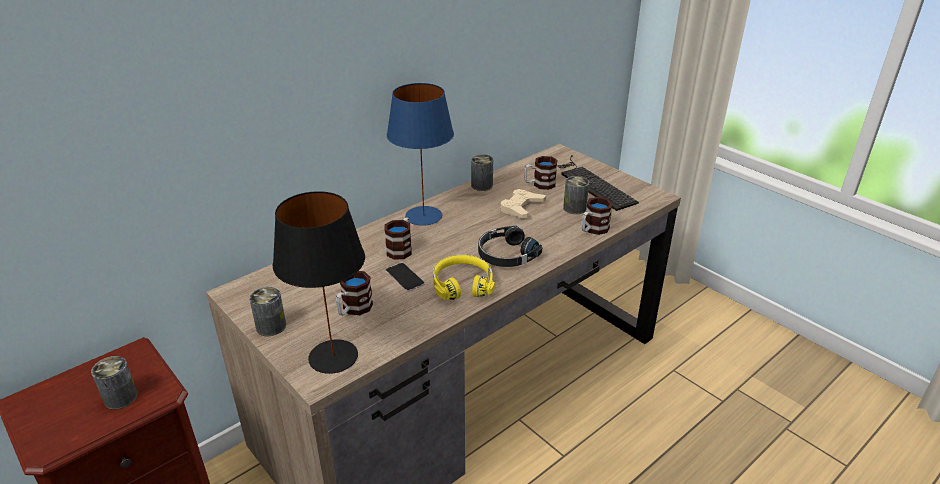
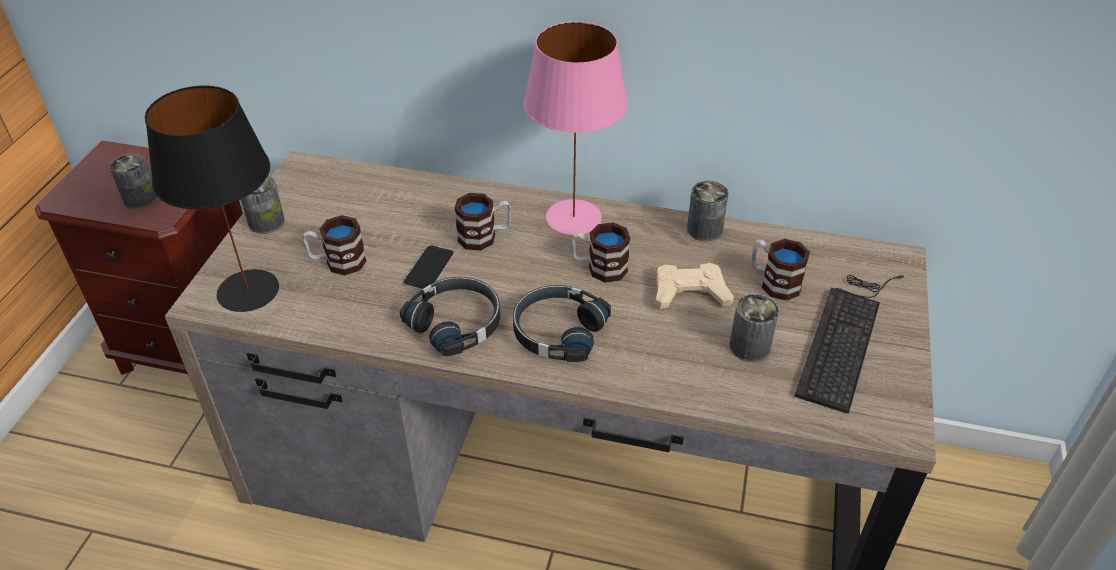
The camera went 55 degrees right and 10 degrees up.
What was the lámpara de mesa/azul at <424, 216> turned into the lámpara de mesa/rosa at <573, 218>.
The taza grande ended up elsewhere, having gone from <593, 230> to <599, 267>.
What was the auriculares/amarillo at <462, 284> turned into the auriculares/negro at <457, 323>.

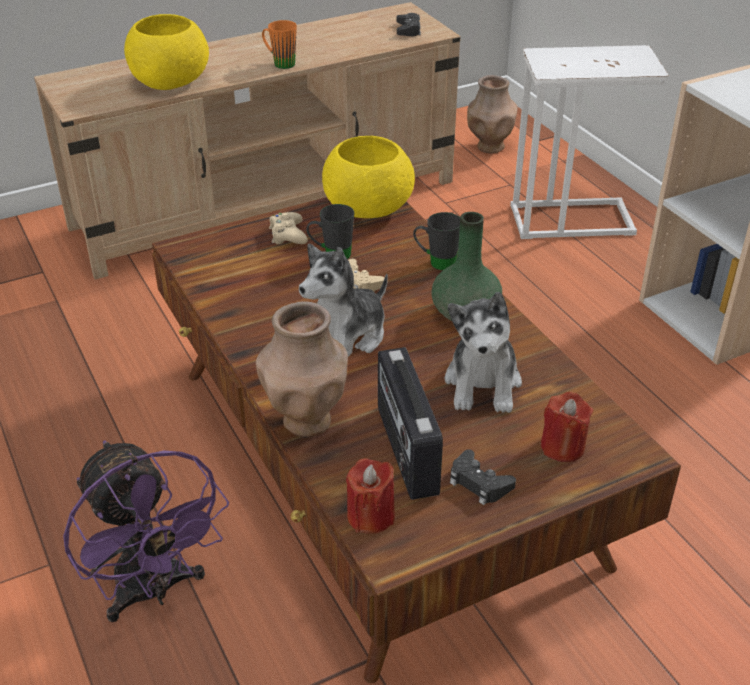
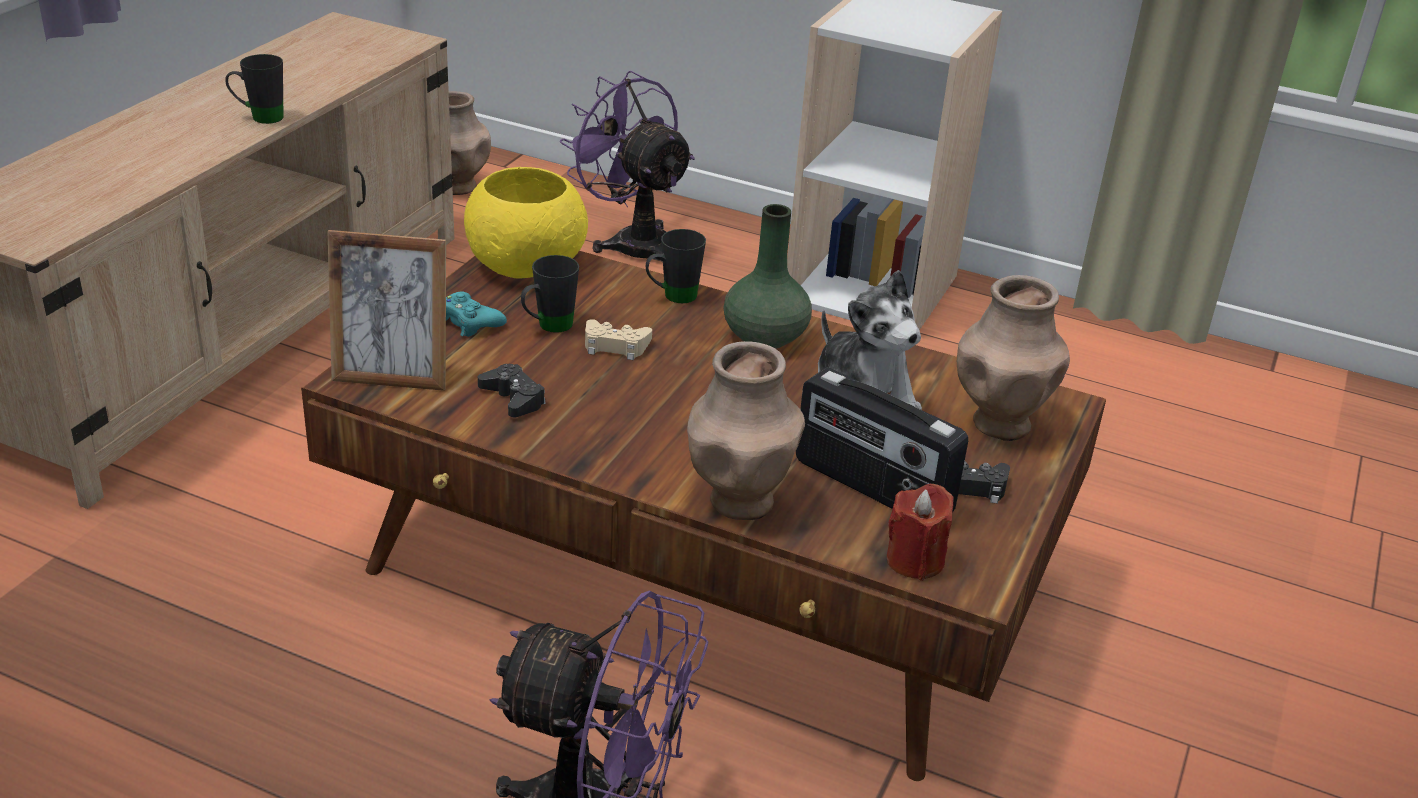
The camera went 40 degrees left and 5 degrees down.
The mando de consola/negro ended up elsewhere, having gone from <408, 30> to <513, 398>.
The second view lost the cuenco/amarillo at <171, 81>.
What was the taza grande/naranja at <280, 63> turned into the taza grande/negro at <259, 117>.
Where the mesa auxiliar/blanco stood at <571, 220>, the ventilador/morado came to stand at <632, 242>.
What was the mando de consola/beis at <287, 235> turned into the mando de consola/turquesa at <468, 322>.
The second view lost the peluche at <346, 337>.
Where the vela/rojo stood at <562, 447>, the florero/marrón came to stand at <999, 423>.
The second view gained the portarretratos at <392, 377>.

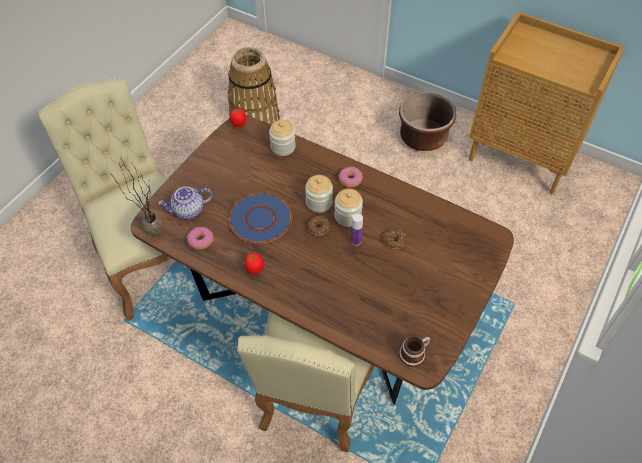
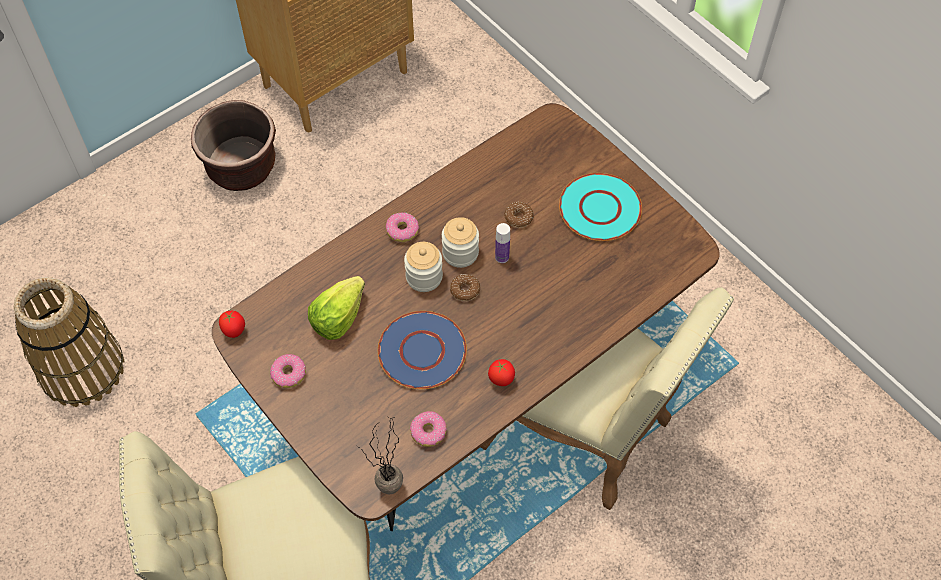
The camera went 70 degrees left and 5 degrees up.
The second view lost the tarro at <283, 147>.
The second view lost the tetera at <188, 211>.
The second view lost the taza grande at <414, 354>.
The second view gained the plato/turquesa at <600, 209>.
The second view gained the lechuga at <338, 318>.
The second view gained the rosquilla at <288, 374>.

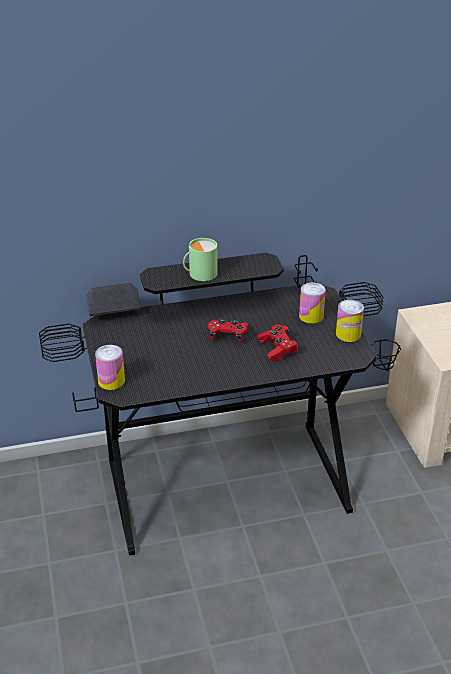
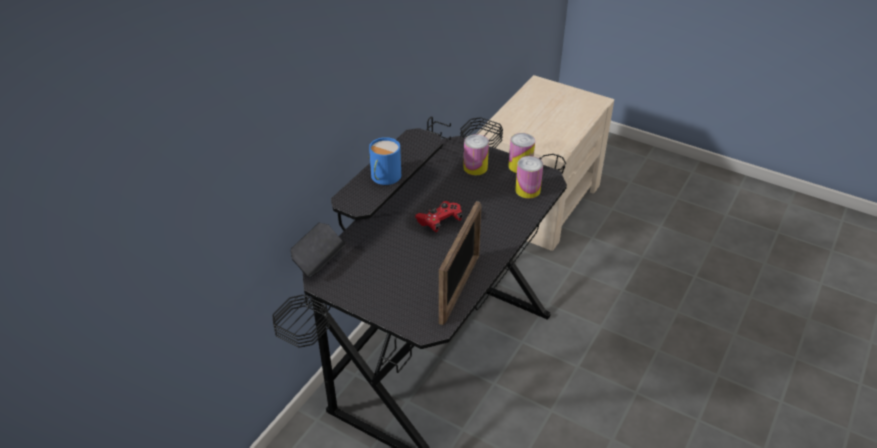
The camera went 45 degrees left and 5 degrees up.
What was the taza grande/verde at <200, 273> turned into the taza grande/azul at <383, 177>.
The second view lost the mando de consola/rojo at <277, 349>.
The lata ended up elsewhere, having gone from <111, 381> to <527, 190>.
The second view gained the portarretratos at <460, 288>.

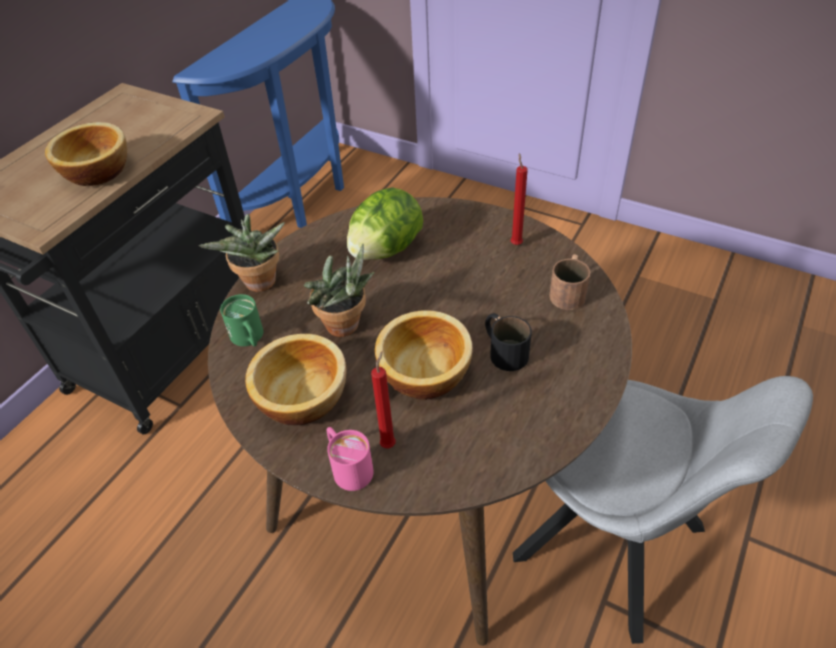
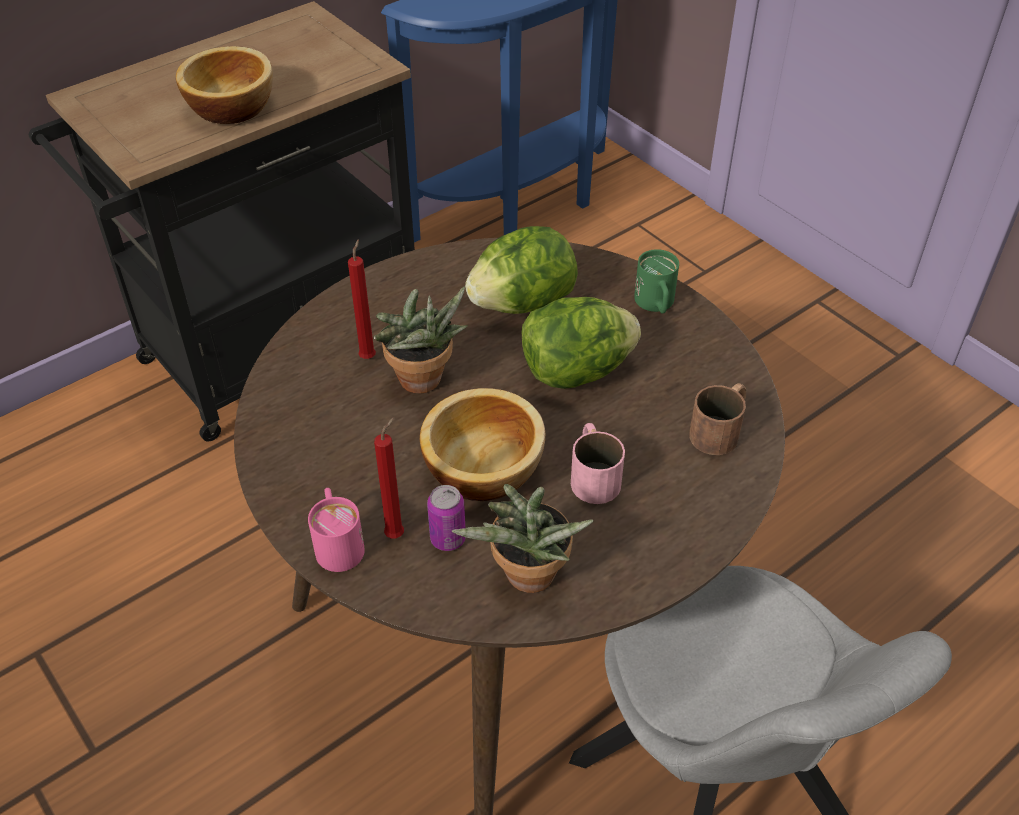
The camera went 20 degrees right and 0 degrees up.
The vela/rojo ended up elsewhere, having gone from <516, 243> to <368, 356>.
The planta en maceta ended up elsewhere, having gone from <259, 285> to <527, 580>.
The taza grande/verde ended up elsewhere, having gone from <249, 339> to <656, 305>.
What was the taza grande/negro at <503, 350> turned into the taza grande/rosa at <593, 474>.
The second view lost the cuenco at <302, 396>.
The second view gained the lechuga at <576, 371>.
The second view gained the lata at <448, 539>.

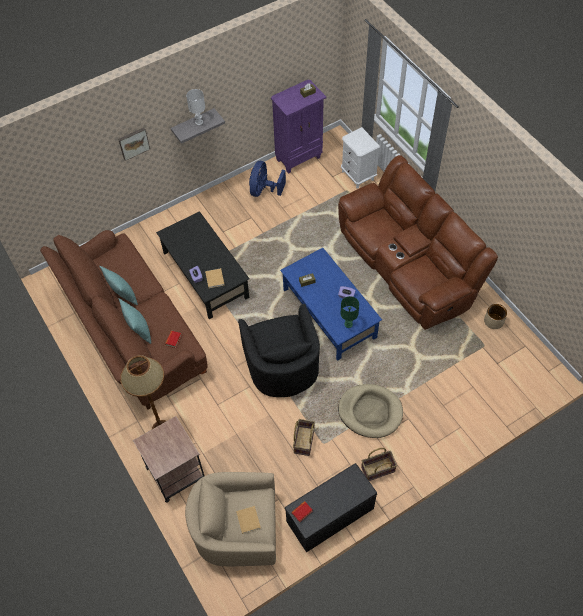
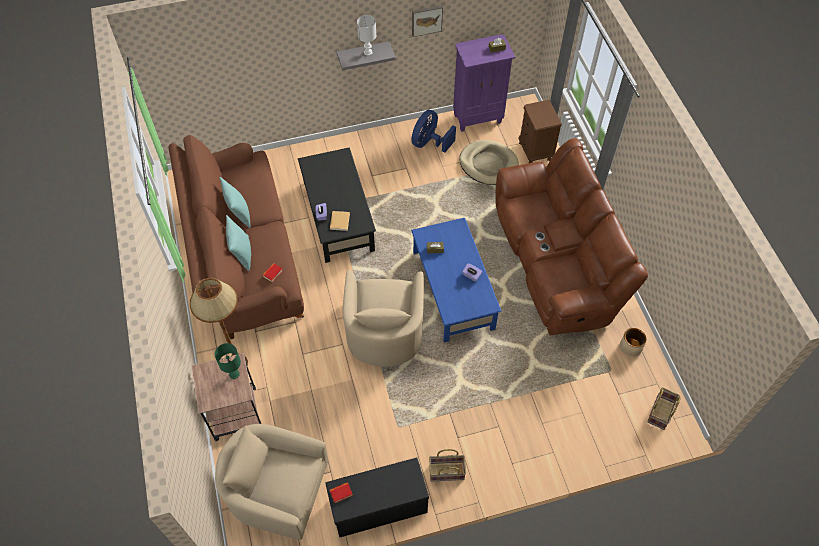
The camera went 15 degrees right and 0 degrees up.
What was the mesita de noche/blanco at <358, 175> turned into the mesita de noche/marrón at <535, 151>.
The cuadro ended up elsewhere, having gone from <133, 143> to <426, 20>.
The lámpara de mesa/verde ended up elsewhere, having gone from <348, 324> to <234, 374>.
What was the sillón/negro at <282, 364> turned into the sillón/beis at <384, 330>.
The cama para perro/beis ended up elsewhere, having gone from <370, 412> to <488, 164>.
The cesta ended up elsewhere, having gone from <303, 441> to <660, 412>.
The second view lost the libro/beis at <248, 519>.

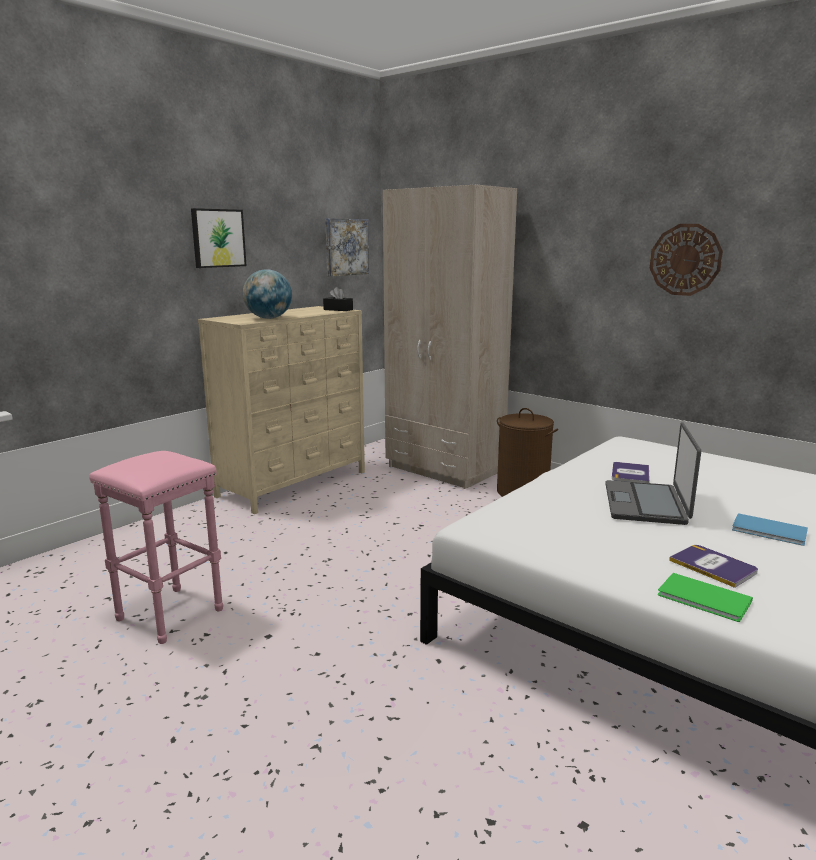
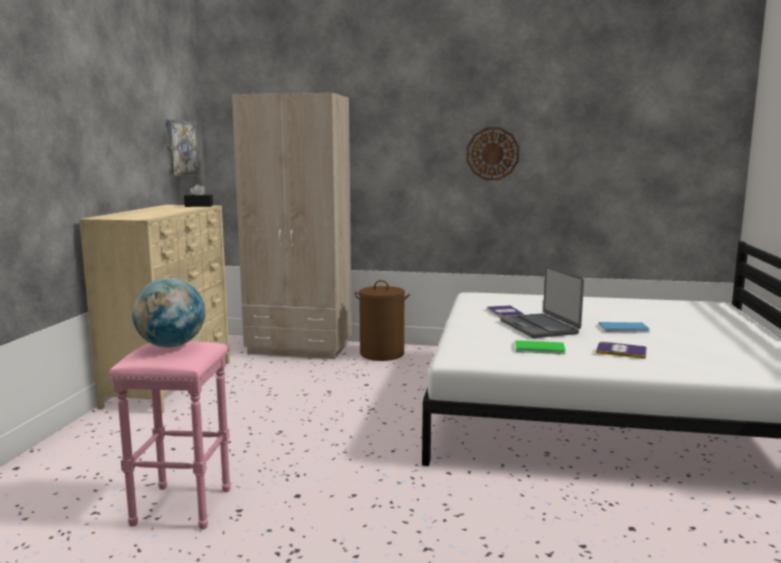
The camera went 30 degrees left and 5 degrees down.
The second view lost the cuadro at <218, 238>.
The globo terráqueo ended up elsewhere, having gone from <268, 318> to <171, 346>.
The libro/verde ended up elsewhere, having gone from <705, 599> to <541, 349>.

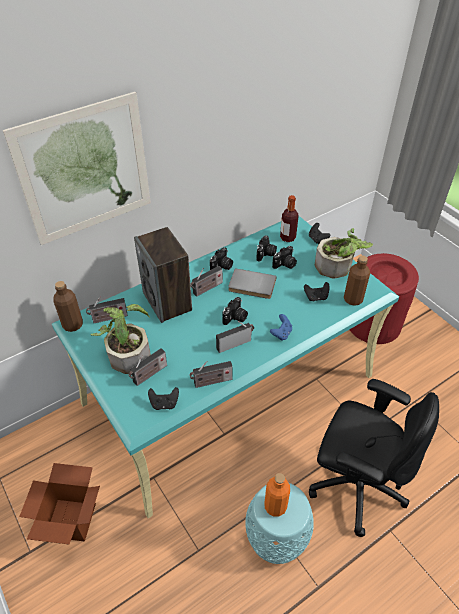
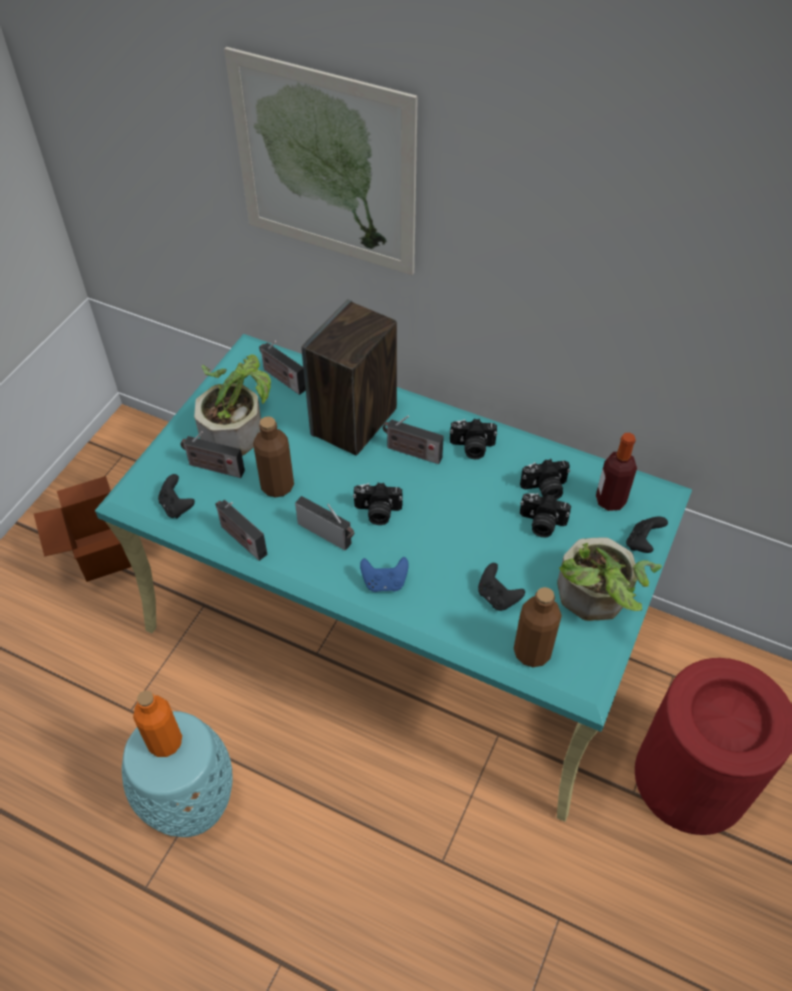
The camera went 60 degrees right and 5 degrees up.
The second view lost the libro/gris at <251, 286>.
The botella/marrón ended up elsewhere, having gone from <73, 325> to <277, 486>.
The second view lost the silla de oficina/negro at <355, 485>.

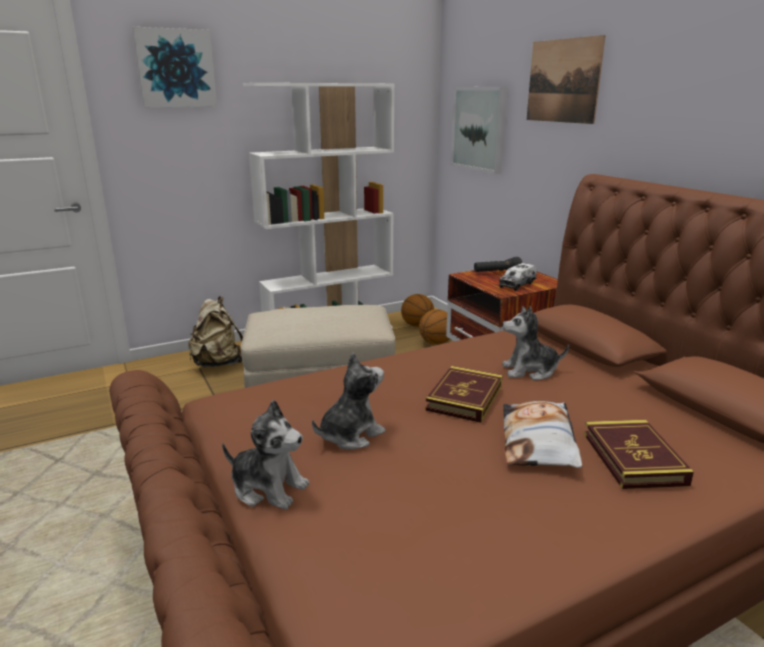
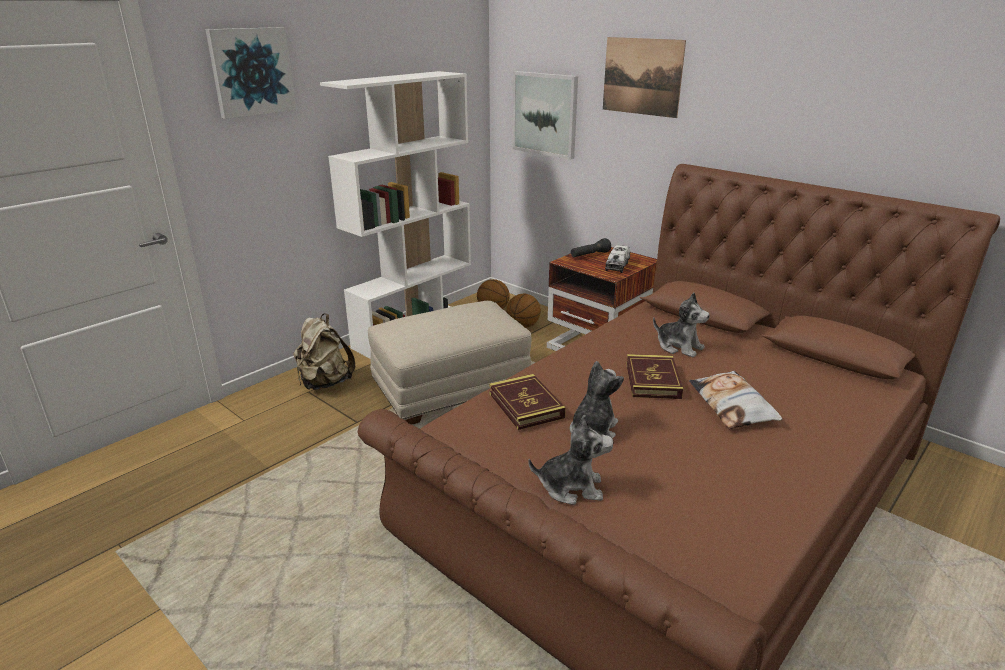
The camera went 20 degrees left and 5 degrees up.
The peluche at <529, 371> ended up facing another way, 120 degrees counterclockwise from before.
The libro ended up elsewhere, having gone from <633, 458> to <526, 405>.

